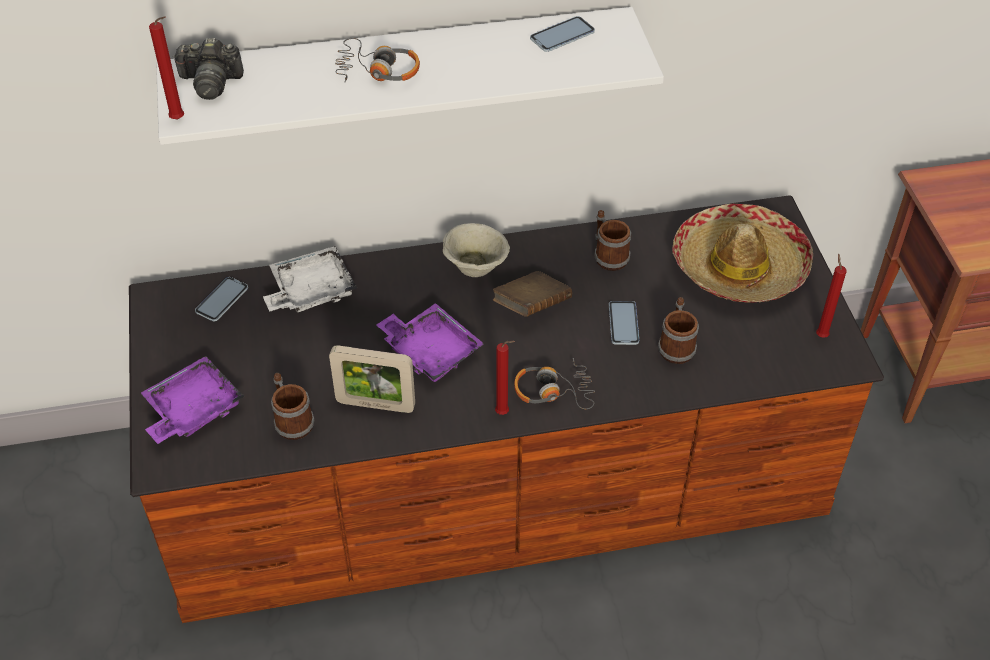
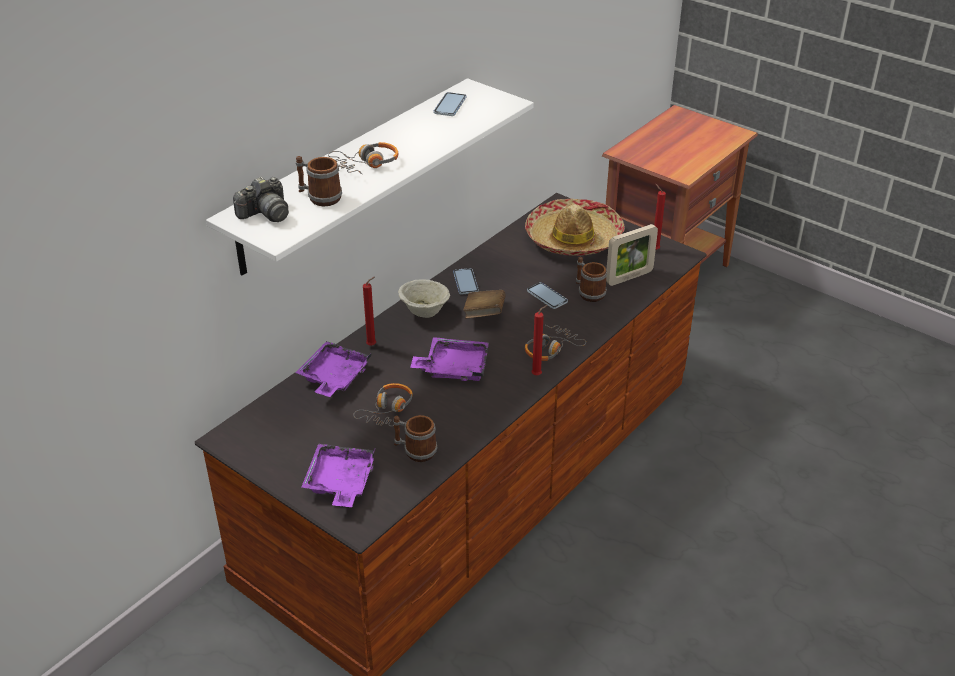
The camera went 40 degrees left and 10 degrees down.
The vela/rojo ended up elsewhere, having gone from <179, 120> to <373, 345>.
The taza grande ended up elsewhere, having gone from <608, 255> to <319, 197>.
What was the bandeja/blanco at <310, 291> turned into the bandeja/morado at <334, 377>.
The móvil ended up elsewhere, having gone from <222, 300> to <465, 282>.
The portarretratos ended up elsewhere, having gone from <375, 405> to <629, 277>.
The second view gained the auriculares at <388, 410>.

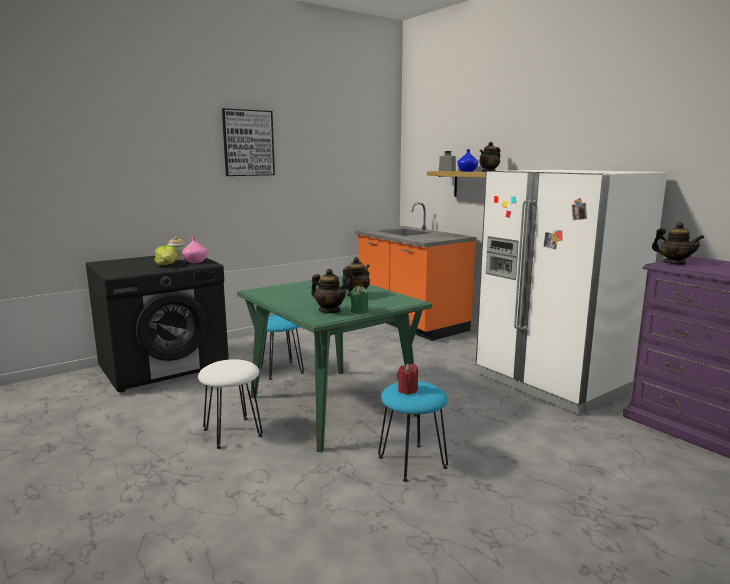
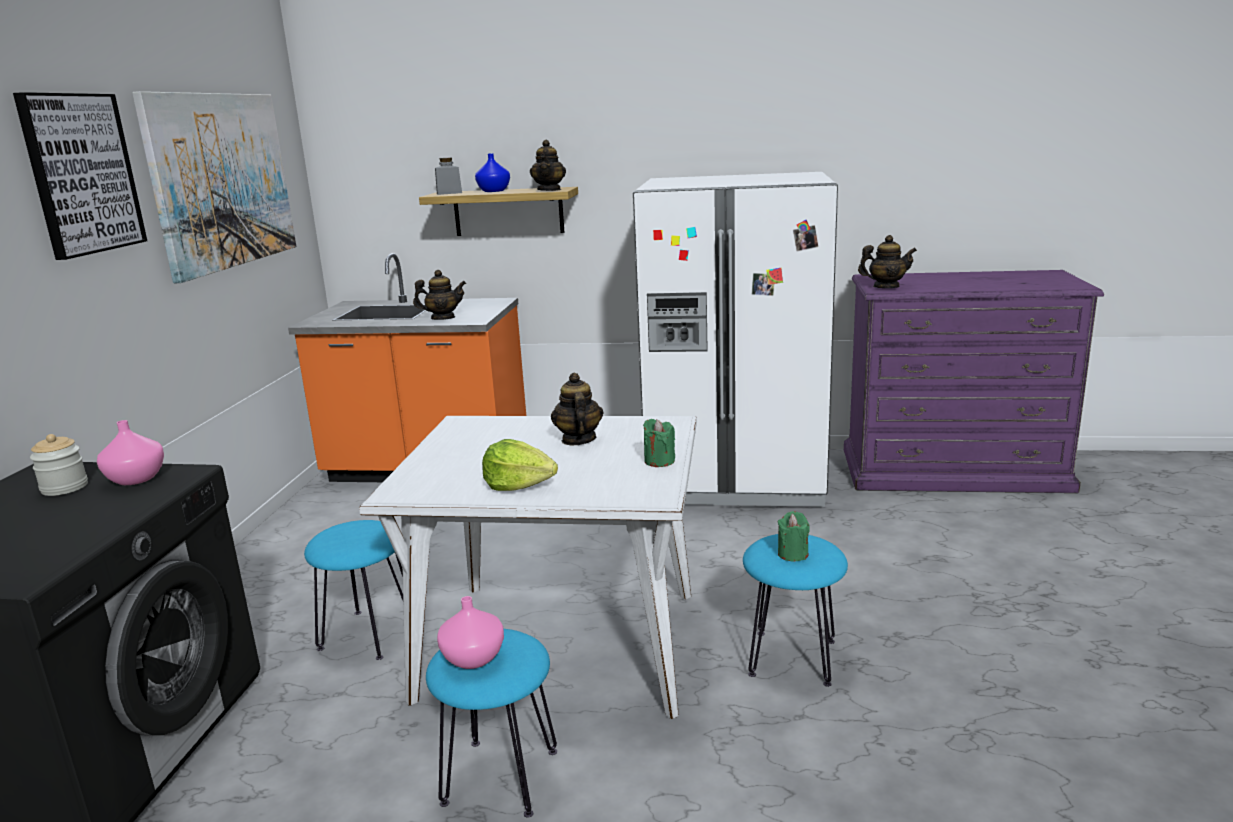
The camera went 45 degrees left and 5 degrees up.
The lechuga ended up elsewhere, having gone from <167, 265> to <518, 485>.
The tetera ended up elsewhere, having gone from <329, 311> to <443, 318>.
What was the mesa de comedor/verde at <331, 405> turned into the mesa de comedor/blanco at <559, 645>.
What was the taburete/blanco at <232, 433> turned into the taburete/turquesa at <500, 777>.
What was the vela/rojo at <407, 390> turned into the vela/verde at <792, 554>.
The second view gained the cuadro at <222, 181>.
The second view gained the florero/rosa at <472, 658>.

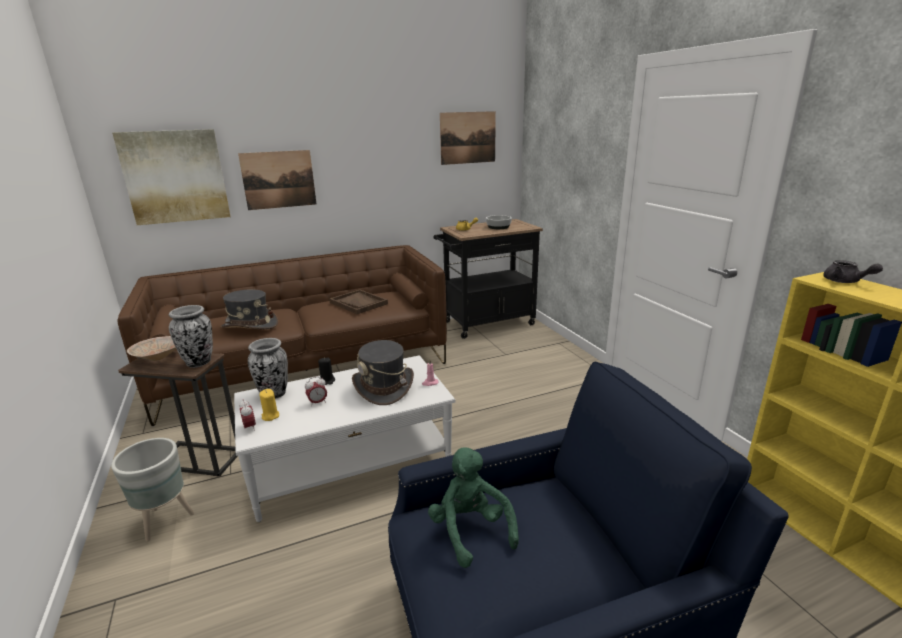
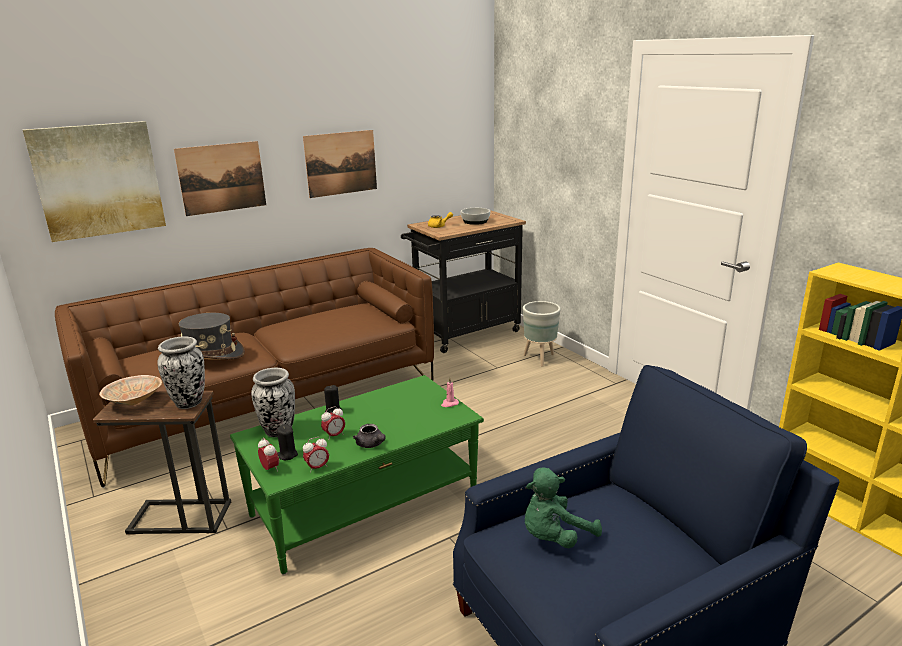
The camera went 10 degrees left and 0 degrees up.
The cuadro ended up elsewhere, having gone from <468, 138> to <341, 163>.
The tetera/gris ended up elsewhere, having gone from <845, 281> to <371, 445>.
The second view lost the bandeja/marrón at <358, 303>.
The second view lost the sombrero/gris at <384, 387>.
What was the mesa de centro/blanco at <352, 465> turned into the mesa de centro/verde at <366, 503>.
What was the vela/amarillo at <270, 416> turned into the vela/negro at <287, 455>.
The maceta/gris ended up elsewhere, having gone from <166, 521> to <540, 359>.
The peluche/verde at <470, 530> ended up facing another way, 90 degrees counterclockwise from before.
The second view gained the despertador at <317, 467>.

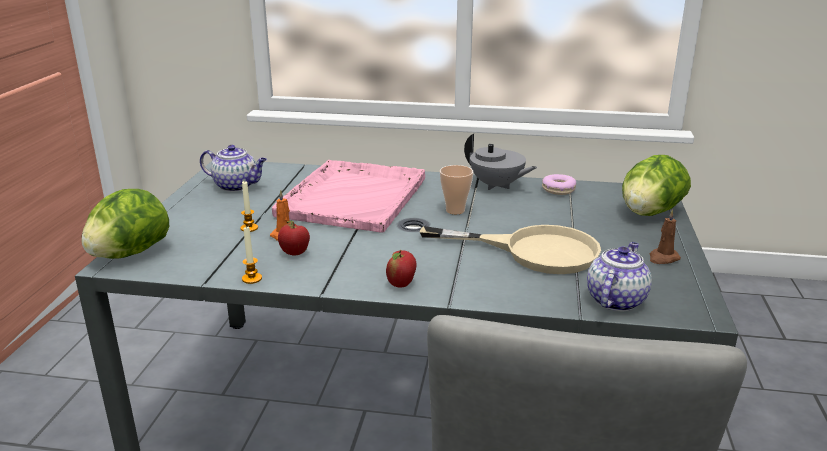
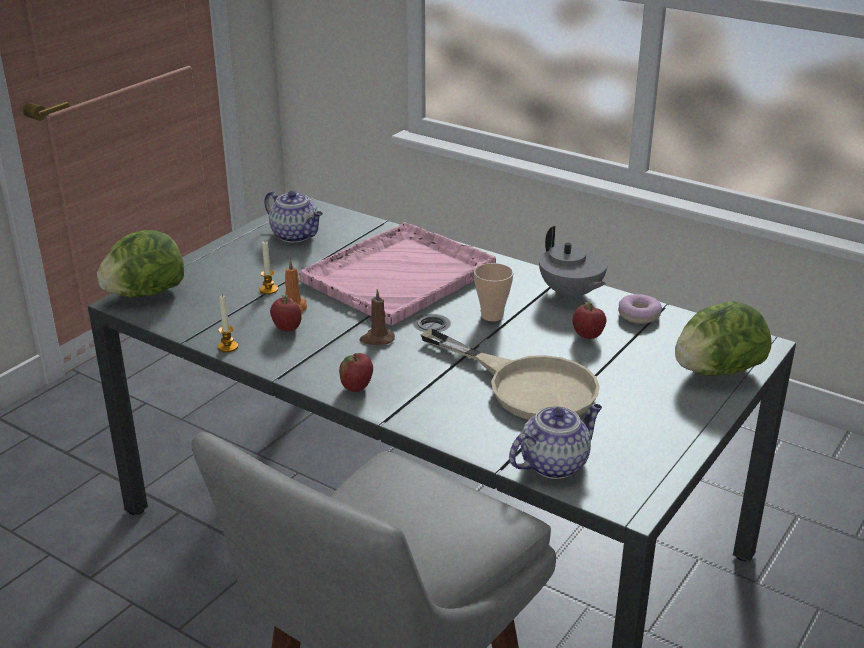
The camera went 25 degrees right and 5 degrees up.
The vela/marrón ended up elsewhere, having gone from <663, 258> to <377, 339>.
The second view gained the manzana at <587, 336>.

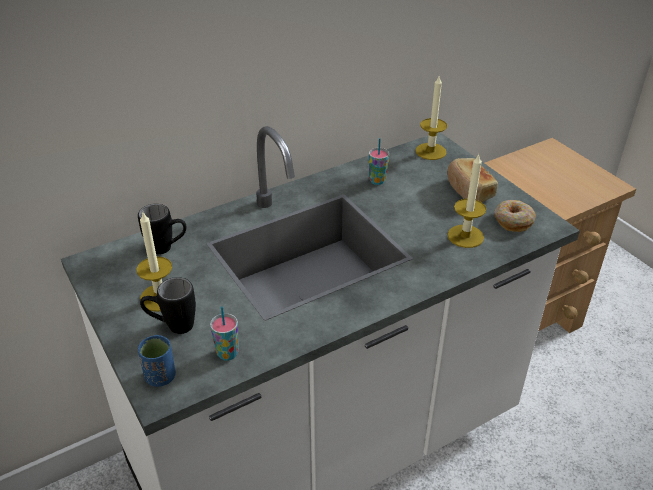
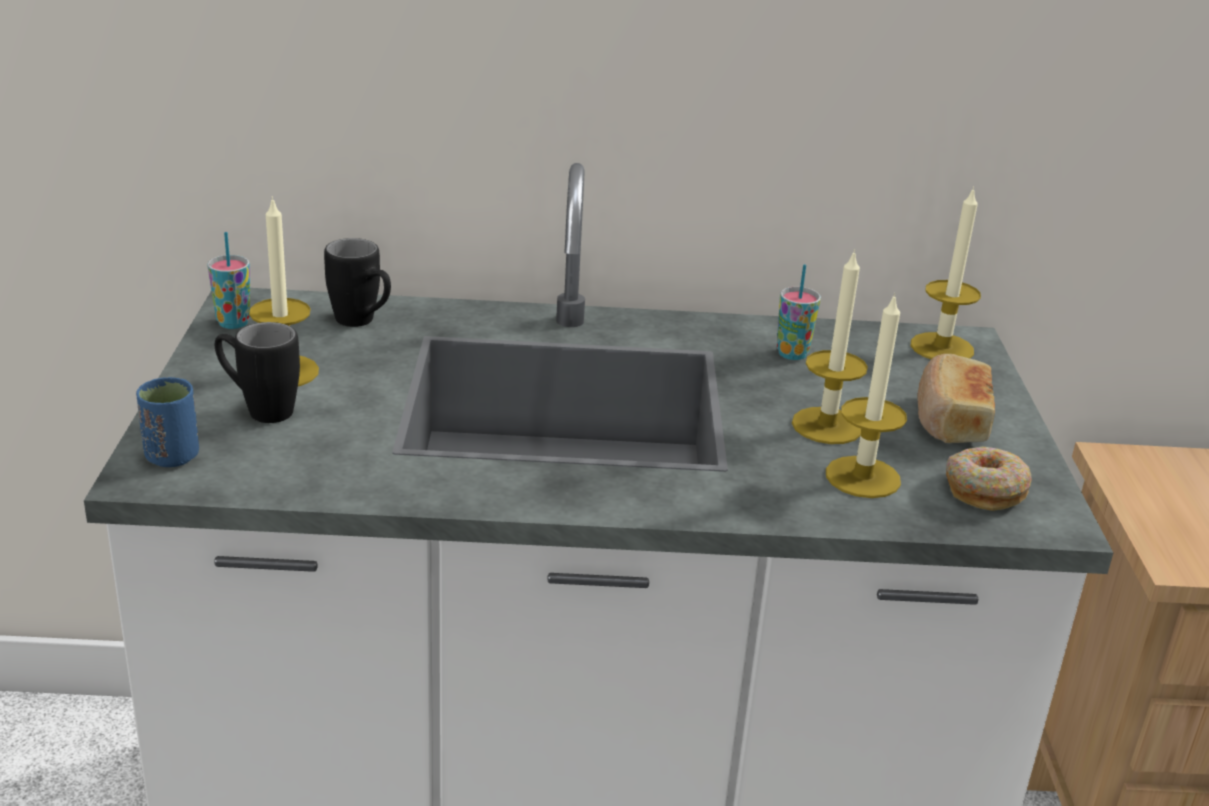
The camera went 30 degrees right and 10 degrees down.
The taza ended up elsewhere, having gone from <227, 353> to <233, 323>.
The second view gained the vela at <827, 425>.

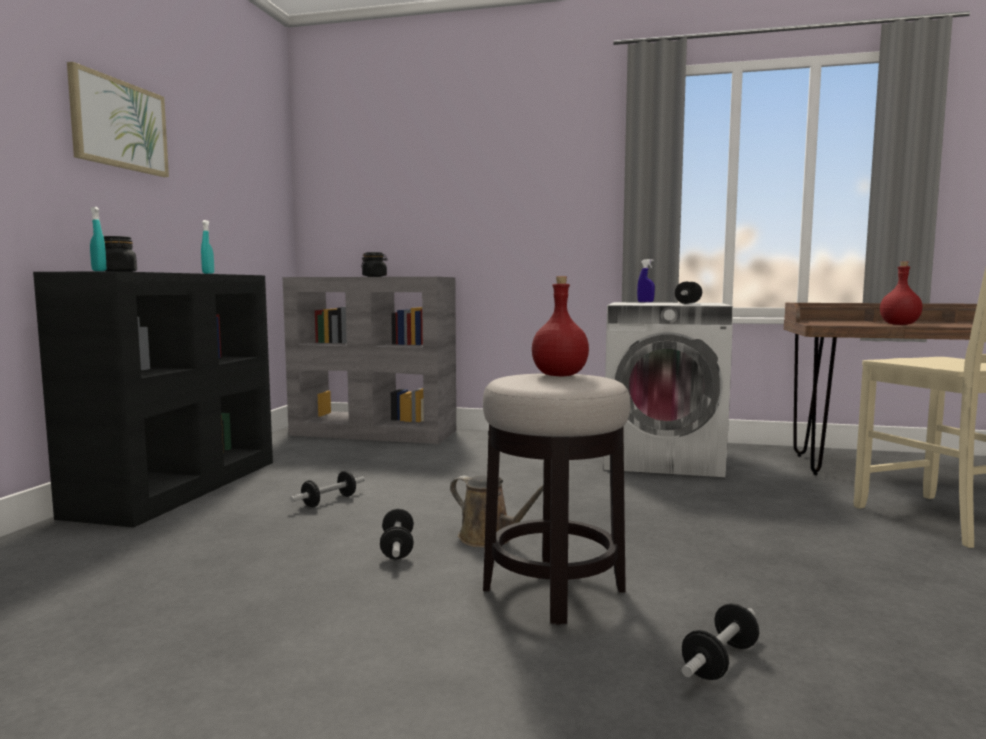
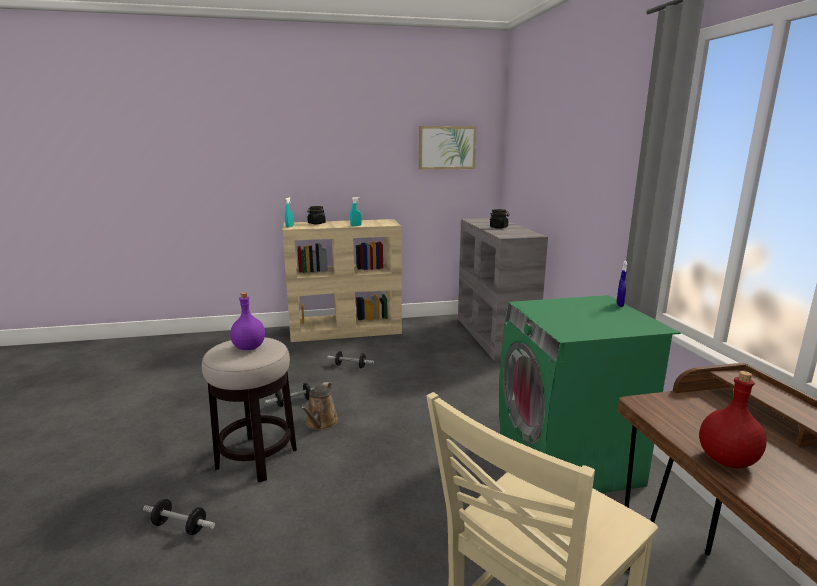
The camera went 65 degrees right and 10 degrees up.
The cuadro ended up elsewhere, having gone from <119, 125> to <446, 147>.
What was the estantería/negro at <177, 487> turned into the estantería/beis at <345, 330>.
What was the botella/rojo at <560, 375> turned into the botella/morado at <248, 348>.
The second view lost the mancuerna at <688, 303>.
What was the lavadora/blanco at <664, 459> turned into the lavadora/verde at <570, 459>.

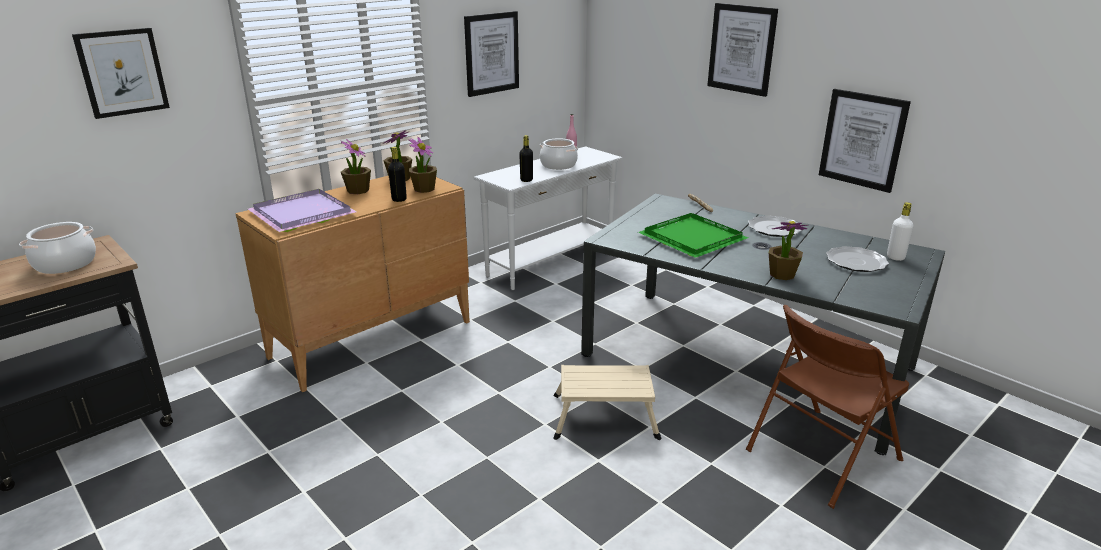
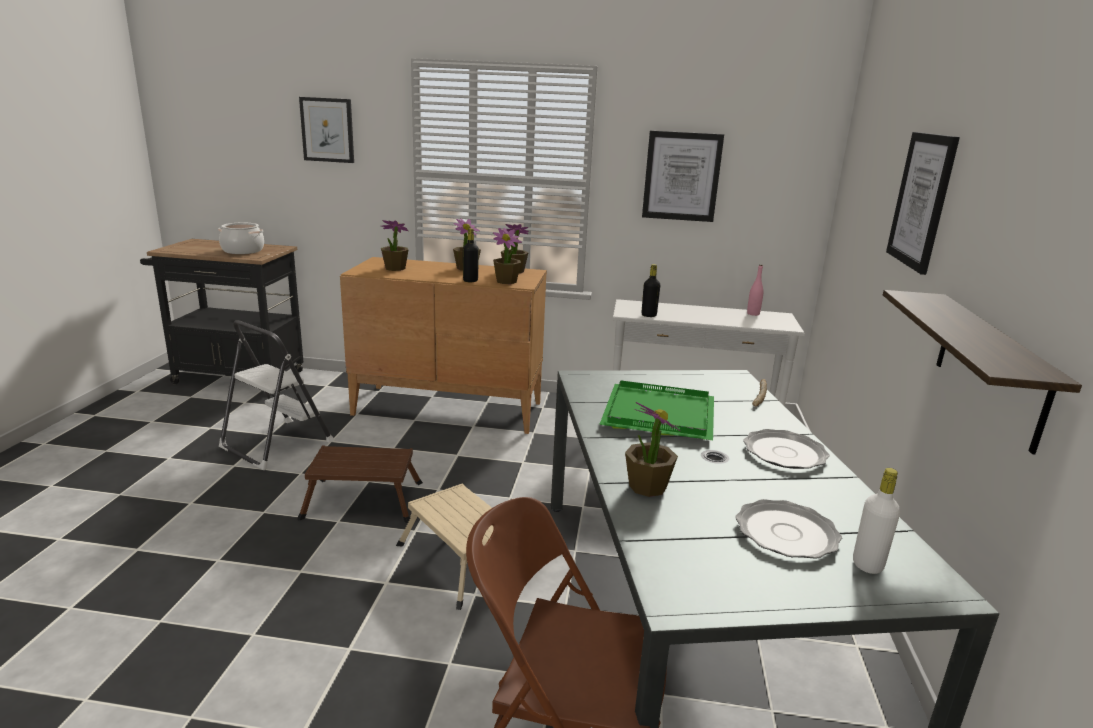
The camera went 50 degrees right and 5 degrees down.
Where the cuadro hung at <862, 140>, the estante came to hang at <990, 367>.
The second view lost the olla at <558, 165>.
Where the bandeja/morado stood at <301, 214>, the planta en maceta came to stand at <395, 268>.
The second view gained the escalera de tijera/blanco at <273, 445>.
The second view gained the escalera de tijera/marrón at <364, 500>.

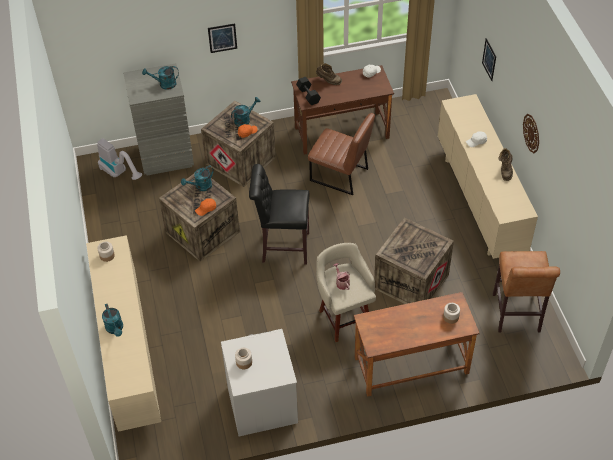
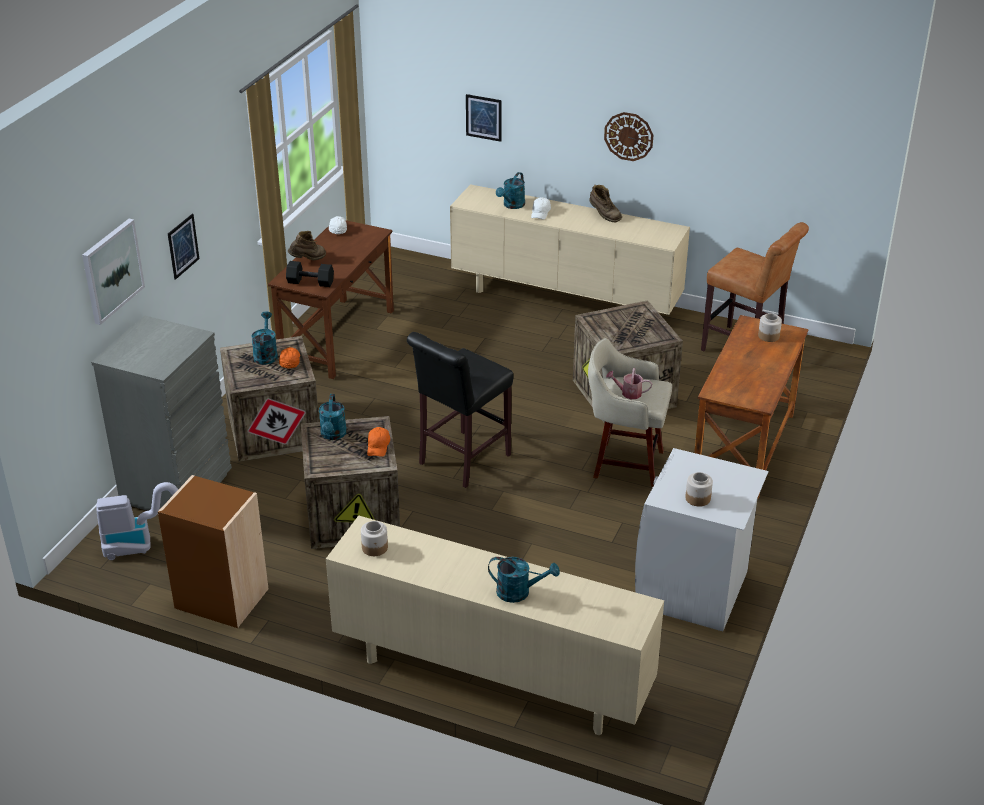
The camera went 55 degrees left and 15 degrees down.
The regadera/turquesa ended up elsewhere, having gone from <164, 84> to <512, 205>.
The second view lost the silla/marrón at <340, 175>.
The second view gained the cuadro at <112, 270>.
The second view gained the estantería/marrón at <220, 599>.

